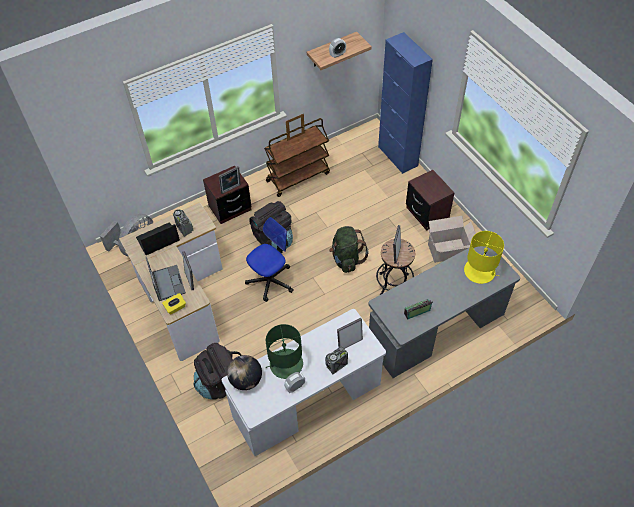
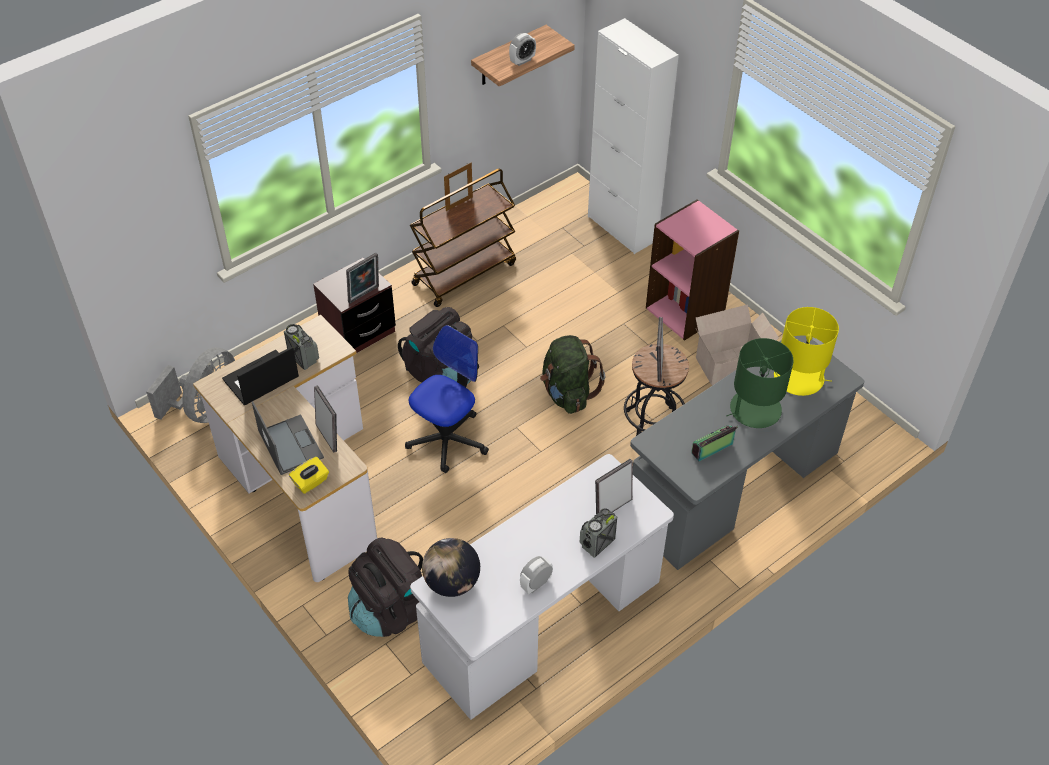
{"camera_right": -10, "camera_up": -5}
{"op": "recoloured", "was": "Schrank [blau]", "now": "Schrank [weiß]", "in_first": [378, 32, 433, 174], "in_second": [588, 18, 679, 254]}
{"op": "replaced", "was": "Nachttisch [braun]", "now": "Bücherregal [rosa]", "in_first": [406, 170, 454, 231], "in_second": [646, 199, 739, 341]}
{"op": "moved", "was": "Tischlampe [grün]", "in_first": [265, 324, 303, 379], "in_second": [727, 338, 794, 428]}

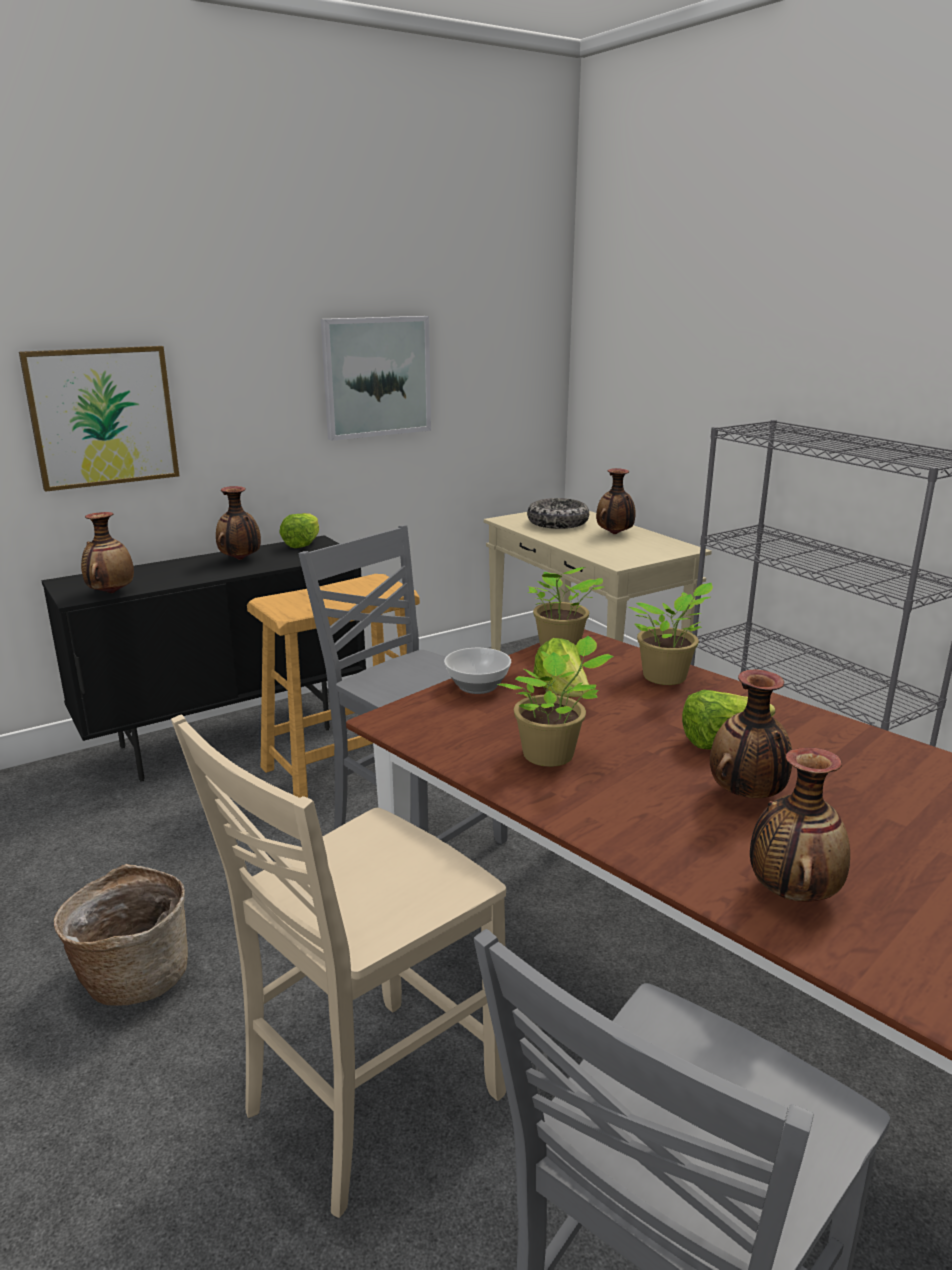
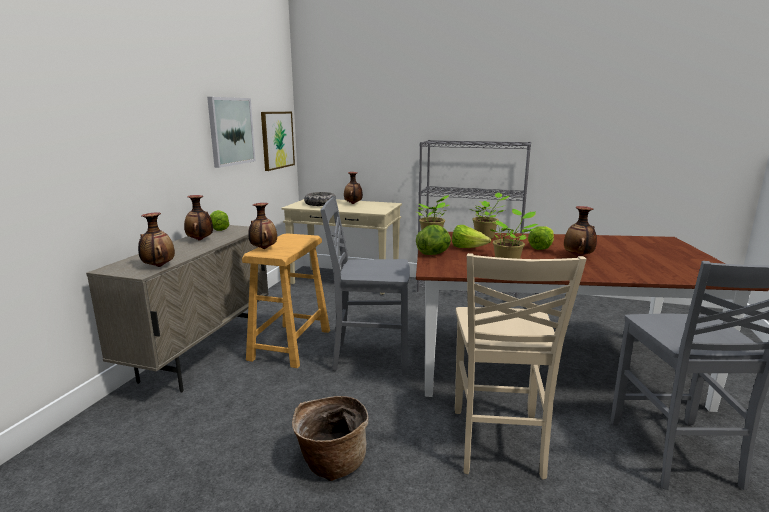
{"camera_right": -40, "camera_up": -5}
{"op": "moved", "was": "Bild", "in_first": [19, 346, 179, 492], "in_second": [261, 112, 295, 171]}
{"op": "recoloured", "was": "Schrank [schwarz]", "now": "Schrank [beige]", "in_first": [42, 535, 366, 782], "in_second": [86, 225, 269, 392]}
{"op": "replaced", "was": "Schüssel", "now": "Salatkopf", "in_first": [444, 648, 511, 694], "in_second": [416, 225, 451, 255]}
{"op": "moved", "was": "Vase", "in_first": [750, 748, 850, 902], "in_second": [248, 203, 277, 249]}

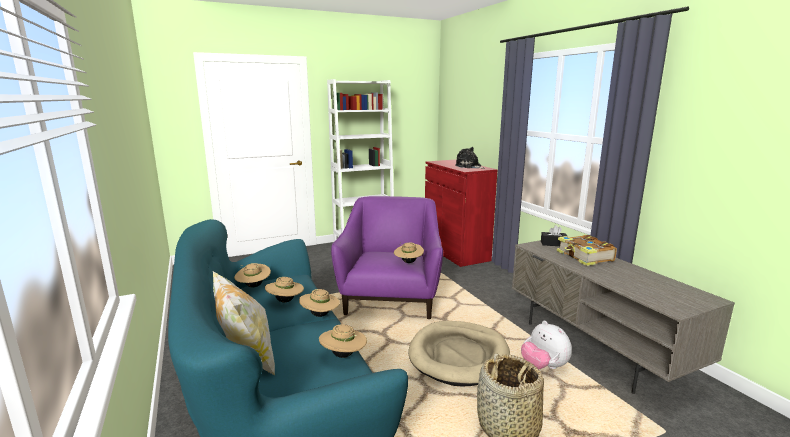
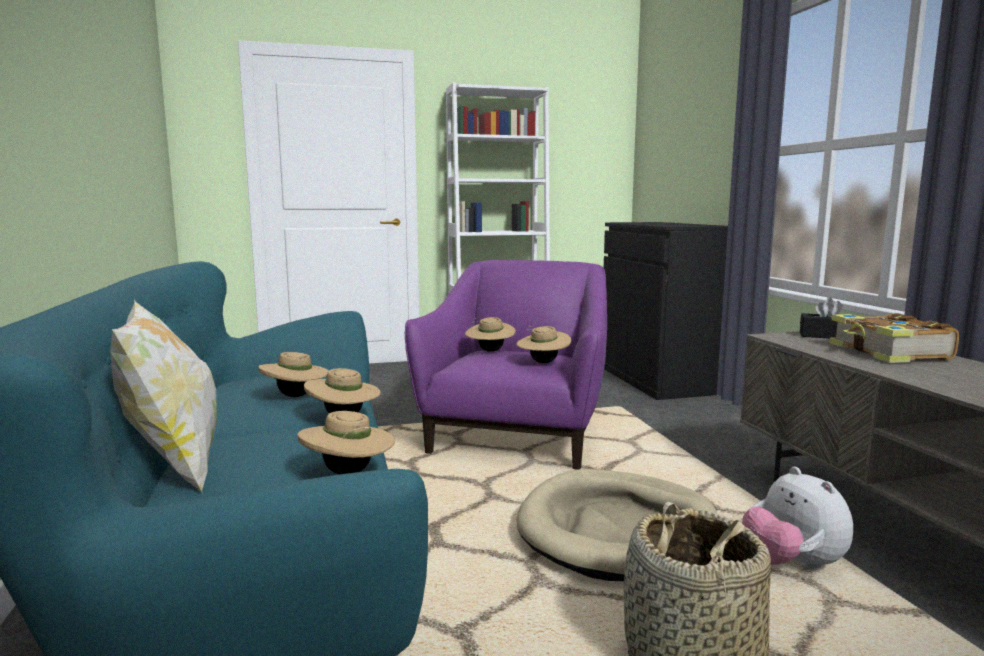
{"camera_right": 10, "camera_up": -5}
{"op": "removed", "was": "Plüschtier", "in_first": [455, 147, 485, 169]}
{"op": "recoloured", "was": "Schrank [rot]", "now": "Schrank [schwarz]", "in_first": [425, 160, 497, 267], "in_second": [604, 222, 728, 400]}
{"op": "moved", "was": "Hut [beige]", "in_first": [234, 263, 271, 287], "in_second": [465, 317, 516, 352]}

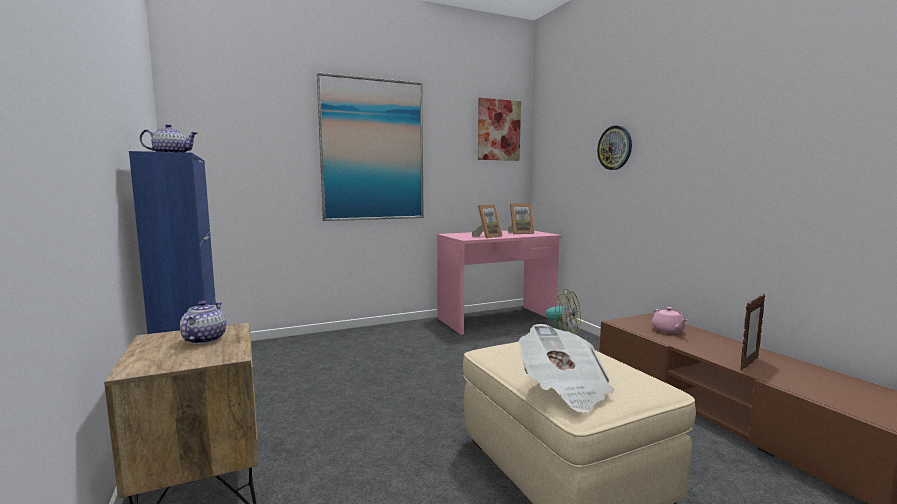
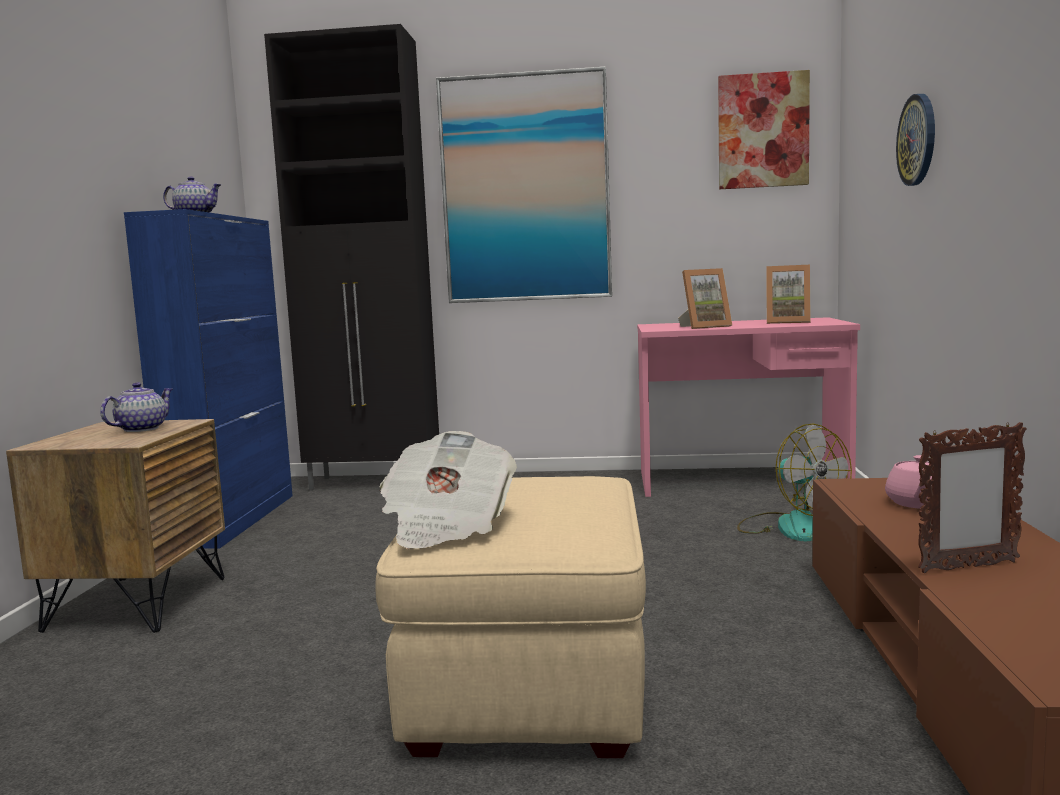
{"camera_right": 30, "camera_up": 0}
{"op": "added", "now": "Schrank [schwarz]", "in_second": [264, 24, 439, 490]}

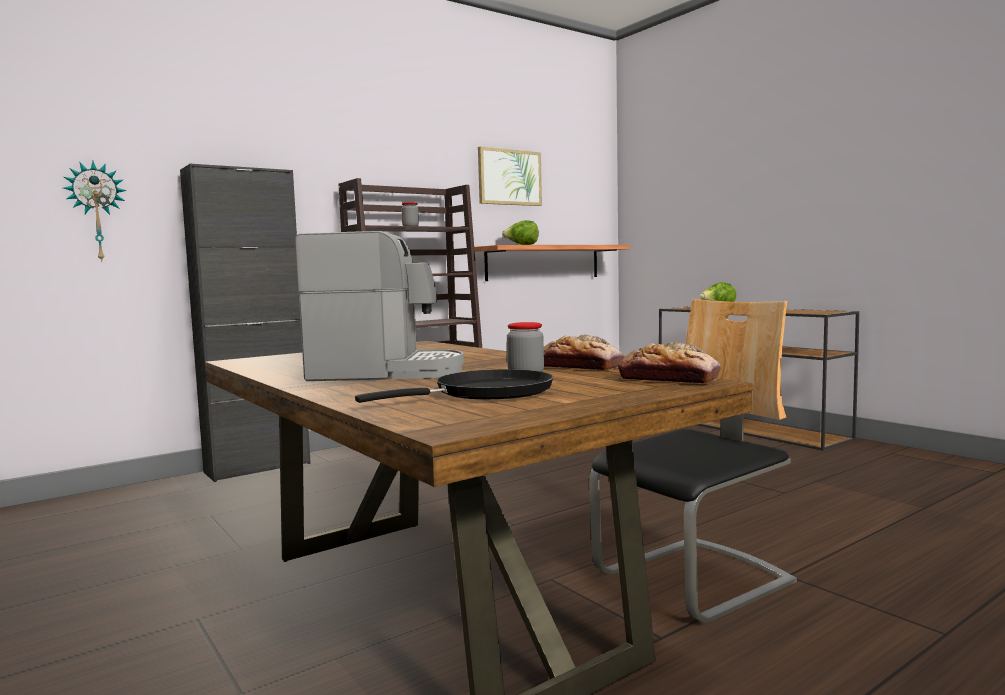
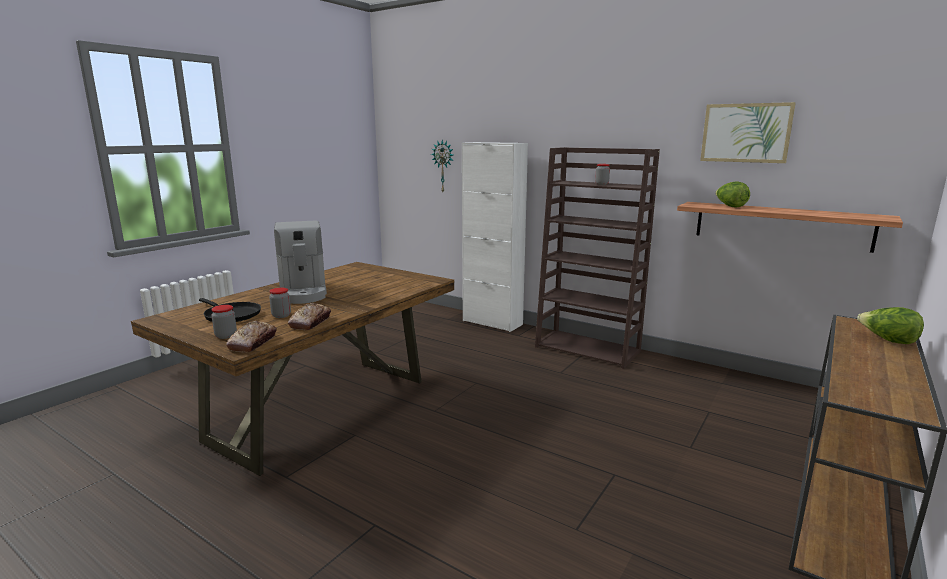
{"camera_right": 70, "camera_up": 10}
{"op": "recoloured", "was": "Schrank [schwarz]", "now": "Schrank [weiß]", "in_first": [180, 164, 311, 482], "in_second": [462, 142, 528, 332]}
{"op": "removed", "was": "Stuhl", "in_first": [589, 299, 797, 623]}
{"op": "added", "now": "Vorratsglas", "in_second": [211, 305, 237, 339]}

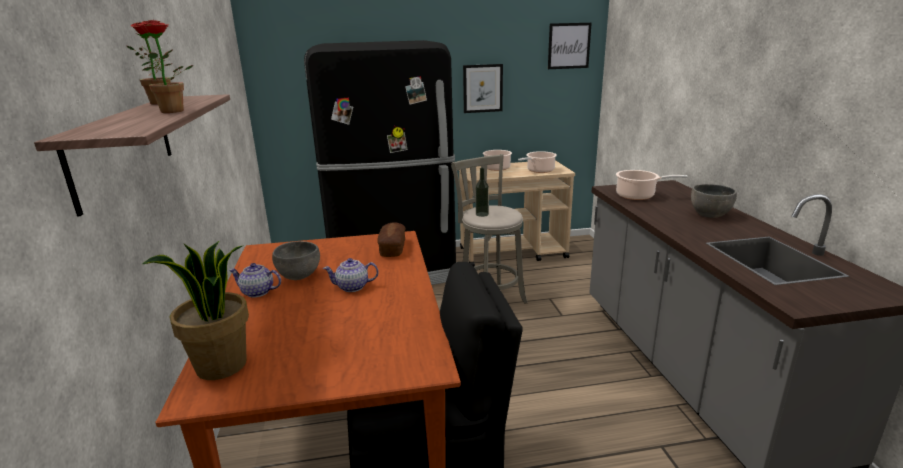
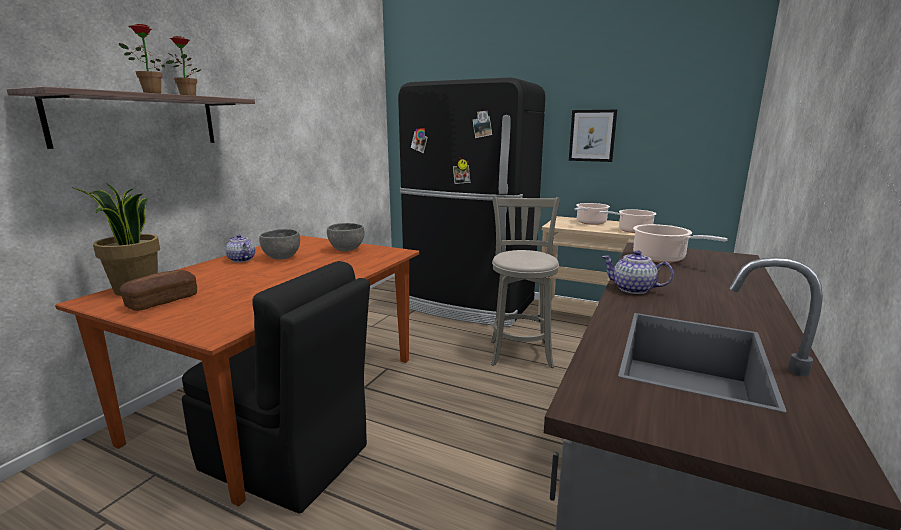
{"camera_right": 35, "camera_up": -5}
{"op": "removed", "was": "Bild", "in_first": [548, 23, 592, 69]}
{"op": "removed", "was": "Flasche", "in_first": [476, 167, 489, 217]}
{"op": "moved", "was": "Schüssel [grau]", "in_first": [691, 184, 737, 218], "in_second": [327, 223, 365, 252]}
{"op": "moved", "was": "Brot", "in_first": [377, 222, 405, 257], "in_second": [120, 270, 197, 311]}
{"op": "moved", "was": "Teekanne", "in_first": [323, 258, 379, 292], "in_second": [601, 250, 674, 294]}

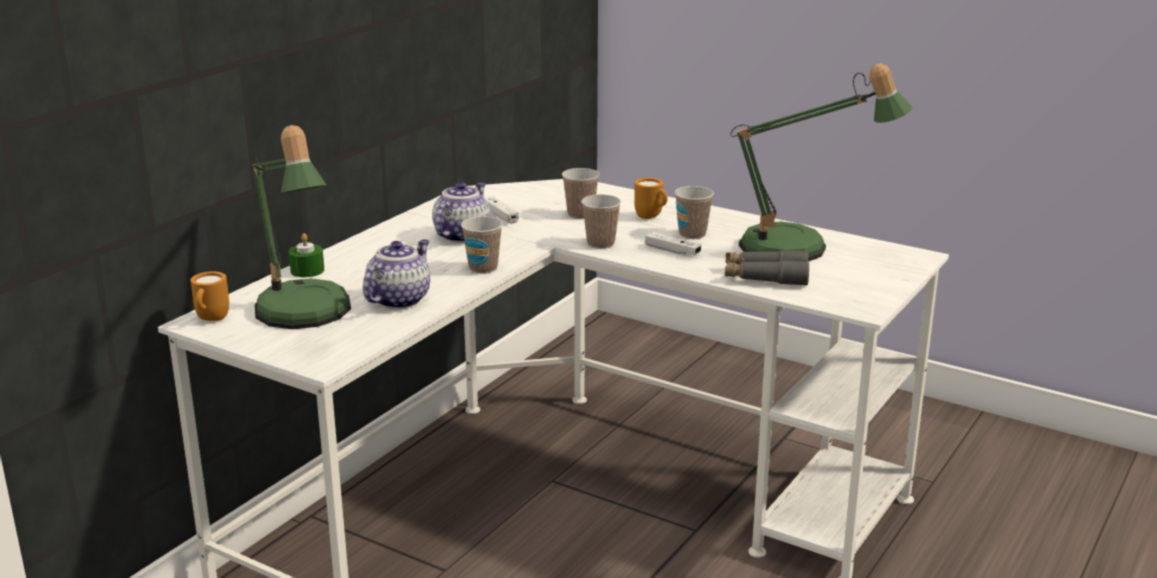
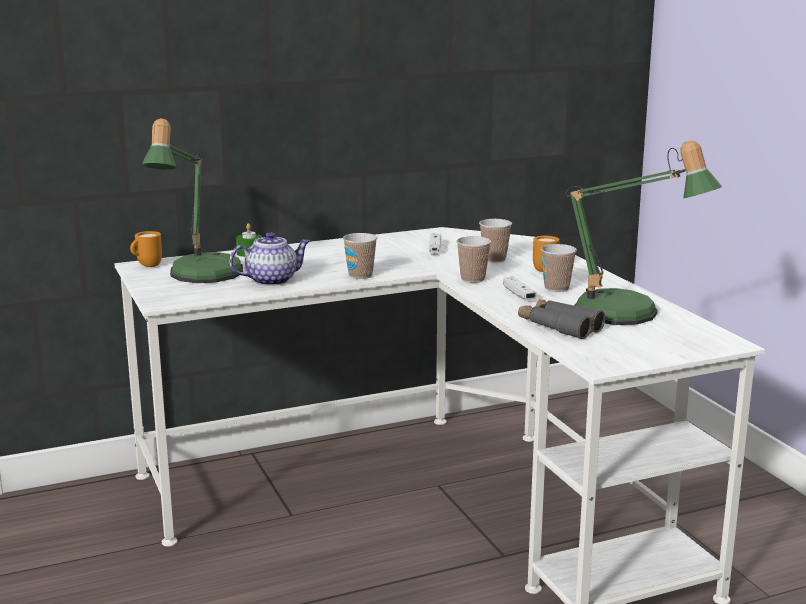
{"camera_right": 35, "camera_up": -5}
{"op": "removed", "was": "Teekanne", "in_first": [432, 182, 490, 243]}

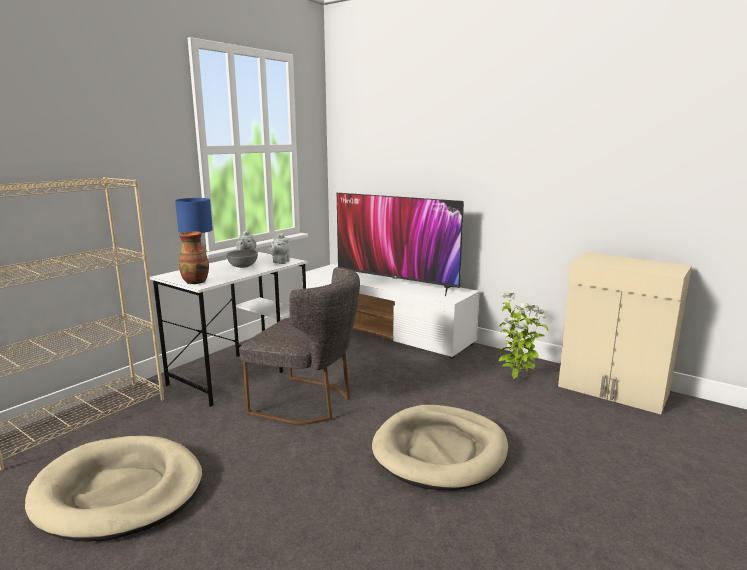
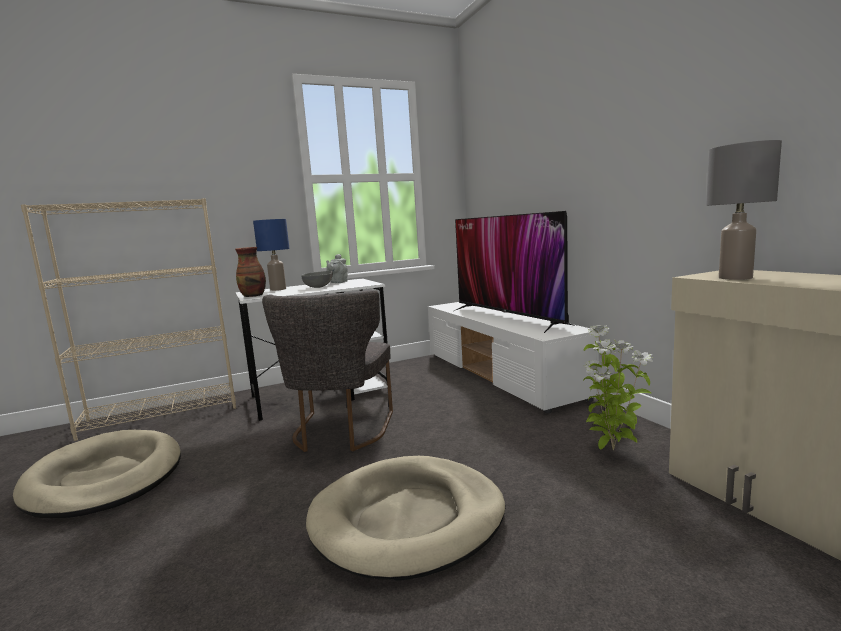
{"camera_right": 30, "camera_up": -5}
{"op": "removed", "was": "Teekanne [grau]", "in_first": [269, 233, 290, 264]}
{"op": "turned", "was": "Stuhl [grau]", "in_first": [239, 267, 360, 425], "in_second": [262, 290, 393, 452], "clockwise": 45}
{"op": "added", "now": "Tischlampe [grau]", "in_second": [706, 140, 782, 280]}

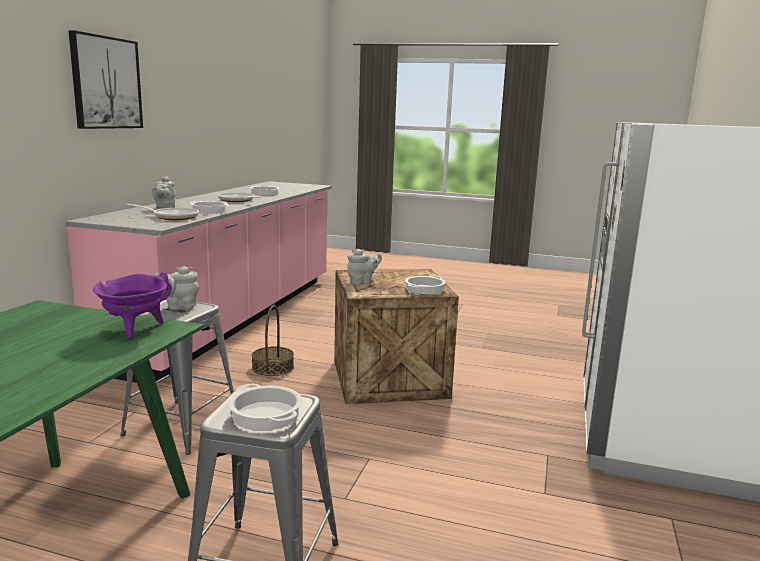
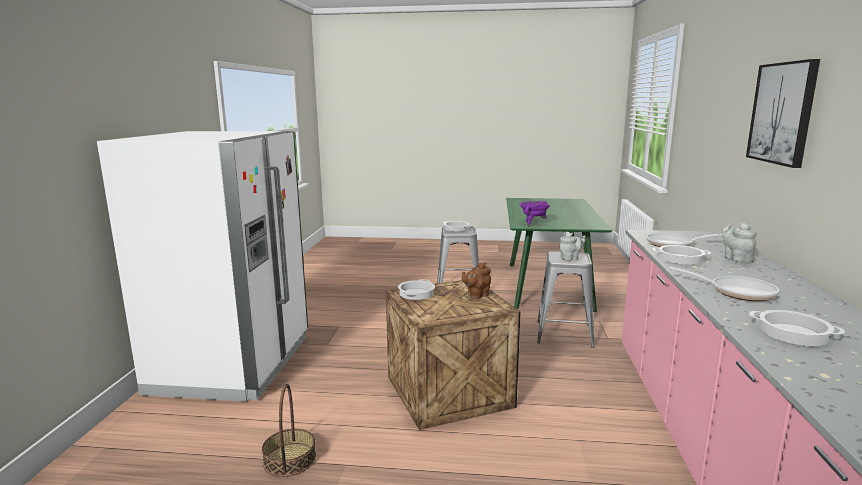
{"camera_right": 170, "camera_up": 0}
{"op": "recoloured", "was": "Teekanne [grau]", "now": "Teekanne [braun]", "in_first": [347, 249, 382, 285], "in_second": [462, 262, 491, 299]}
{"op": "moved", "was": "Korb", "in_first": [252, 305, 294, 376], "in_second": [262, 384, 316, 477]}

